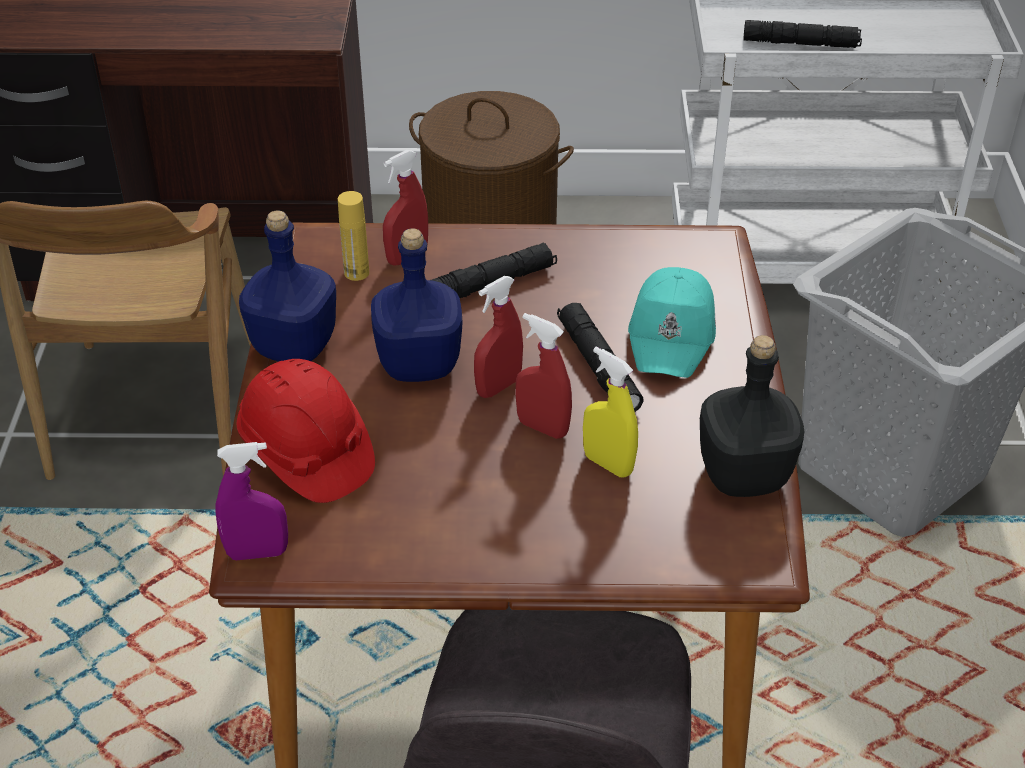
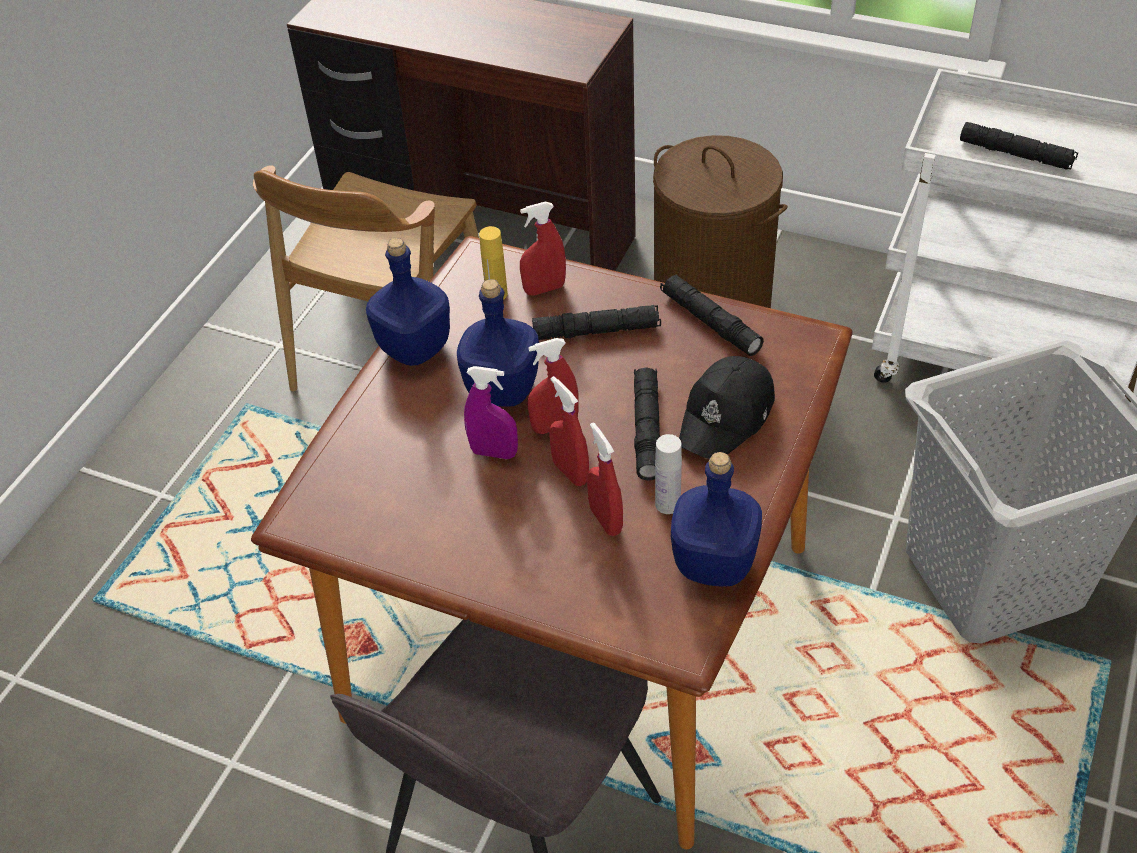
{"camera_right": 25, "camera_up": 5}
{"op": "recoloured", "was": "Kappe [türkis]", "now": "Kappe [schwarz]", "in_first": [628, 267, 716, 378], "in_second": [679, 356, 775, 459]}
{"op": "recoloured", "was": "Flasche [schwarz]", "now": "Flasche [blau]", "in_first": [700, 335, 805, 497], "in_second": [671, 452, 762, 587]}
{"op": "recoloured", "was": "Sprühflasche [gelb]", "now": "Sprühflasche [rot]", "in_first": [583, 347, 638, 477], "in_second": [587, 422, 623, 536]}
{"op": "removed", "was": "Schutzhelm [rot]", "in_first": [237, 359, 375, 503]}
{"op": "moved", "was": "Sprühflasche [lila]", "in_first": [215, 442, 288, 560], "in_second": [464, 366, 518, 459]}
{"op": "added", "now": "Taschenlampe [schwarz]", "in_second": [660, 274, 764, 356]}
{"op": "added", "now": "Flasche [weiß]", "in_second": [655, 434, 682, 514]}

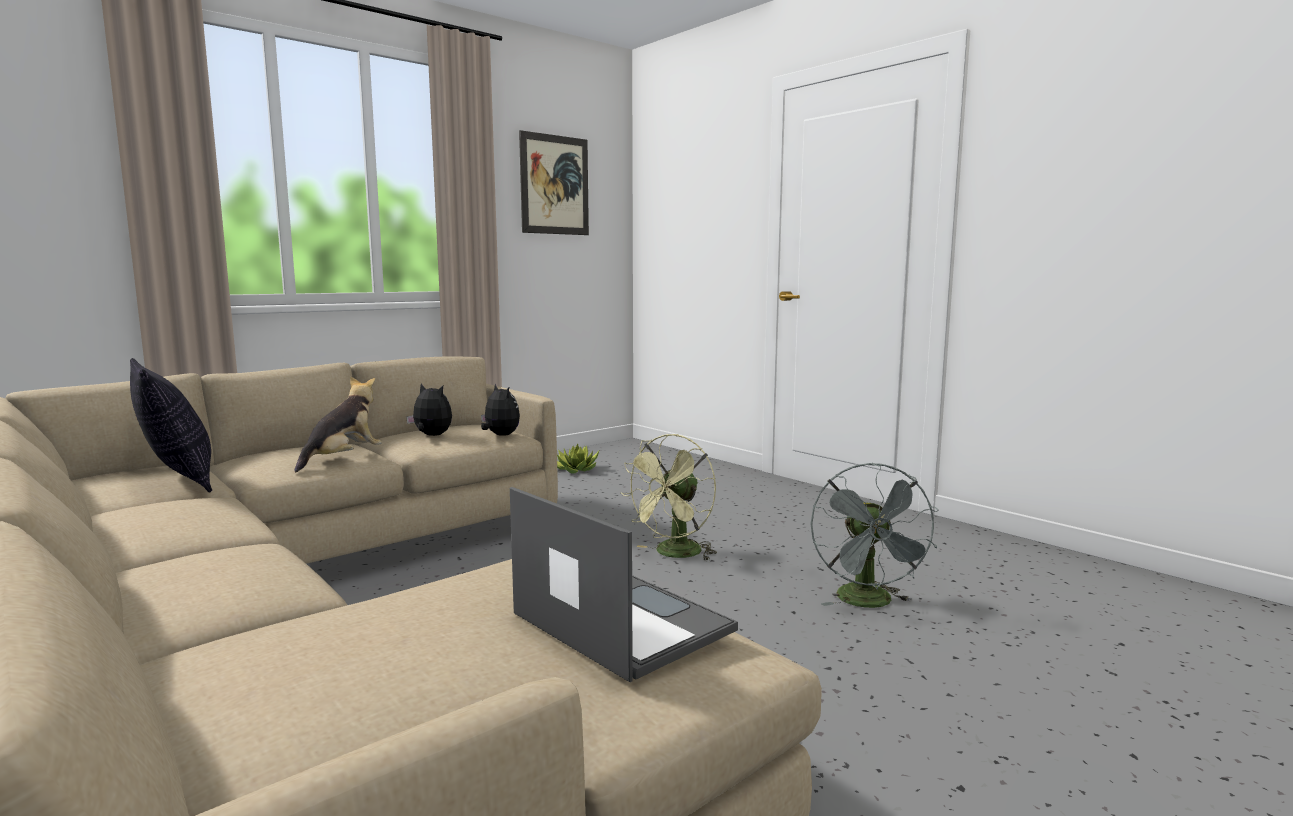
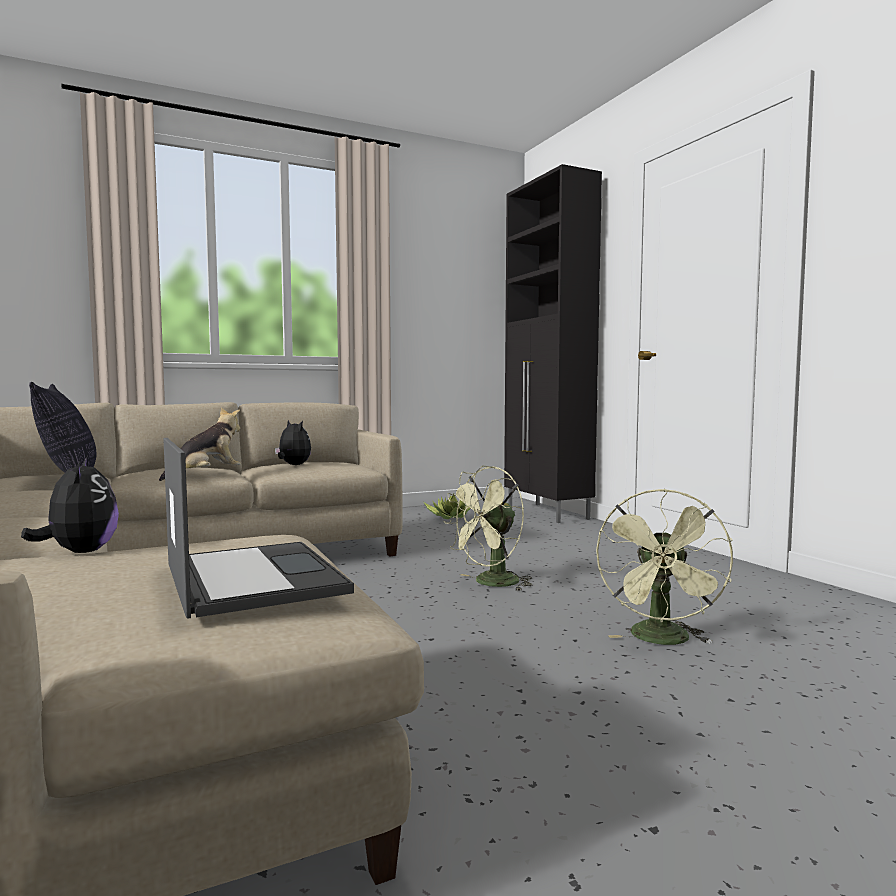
{"camera_right": 15, "camera_up": -5}
{"op": "removed", "was": "Bild", "in_first": [519, 130, 589, 235]}
{"op": "moved", "was": "Plüschtier", "in_first": [481, 383, 520, 436], "in_second": [21, 456, 119, 553]}
{"op": "recoloured", "was": "Ventilator [grau]", "now": "Ventilator [grün]", "in_first": [810, 462, 939, 608], "in_second": [596, 489, 733, 645]}
{"op": "added", "now": "Schrank [schwarz]", "in_second": [504, 164, 602, 523]}

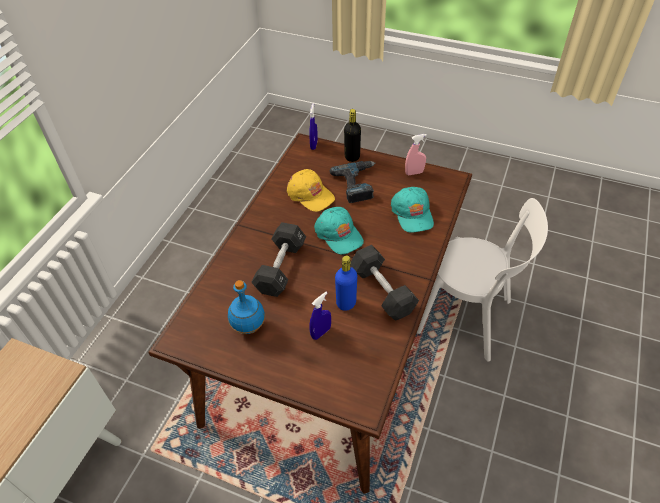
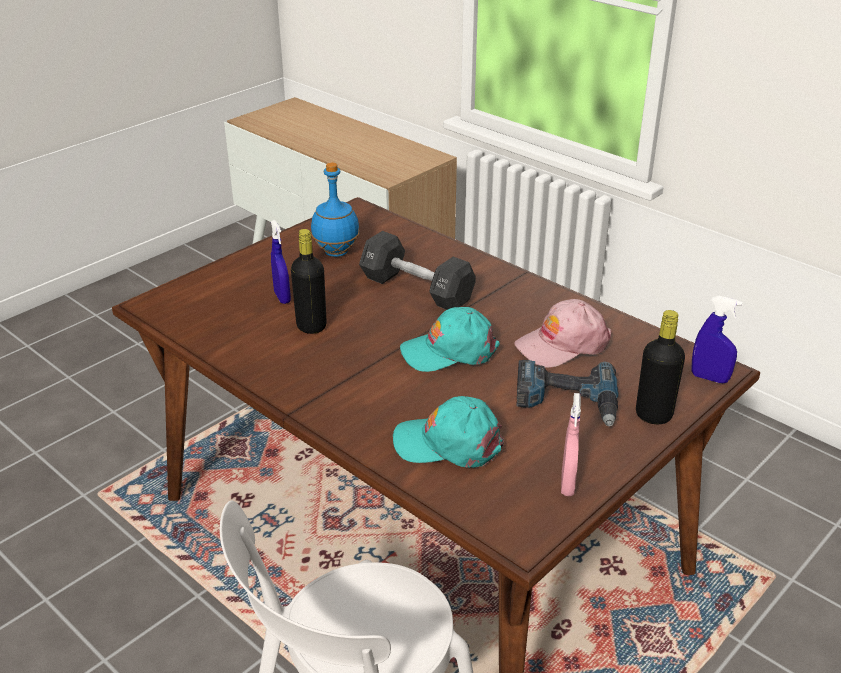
{"camera_right": 110, "camera_up": -15}
{"op": "recoloured", "was": "Kappe [gelb]", "now": "Kappe [rosa]", "in_first": [287, 169, 335, 212], "in_second": [514, 299, 612, 368]}
{"op": "removed", "was": "Hantel [schwarz]", "in_first": [351, 245, 419, 321]}
{"op": "recoloured", "was": "Flasche [blau]", "now": "Flasche [schwarz]", "in_first": [335, 255, 357, 311], "in_second": [291, 229, 327, 334]}

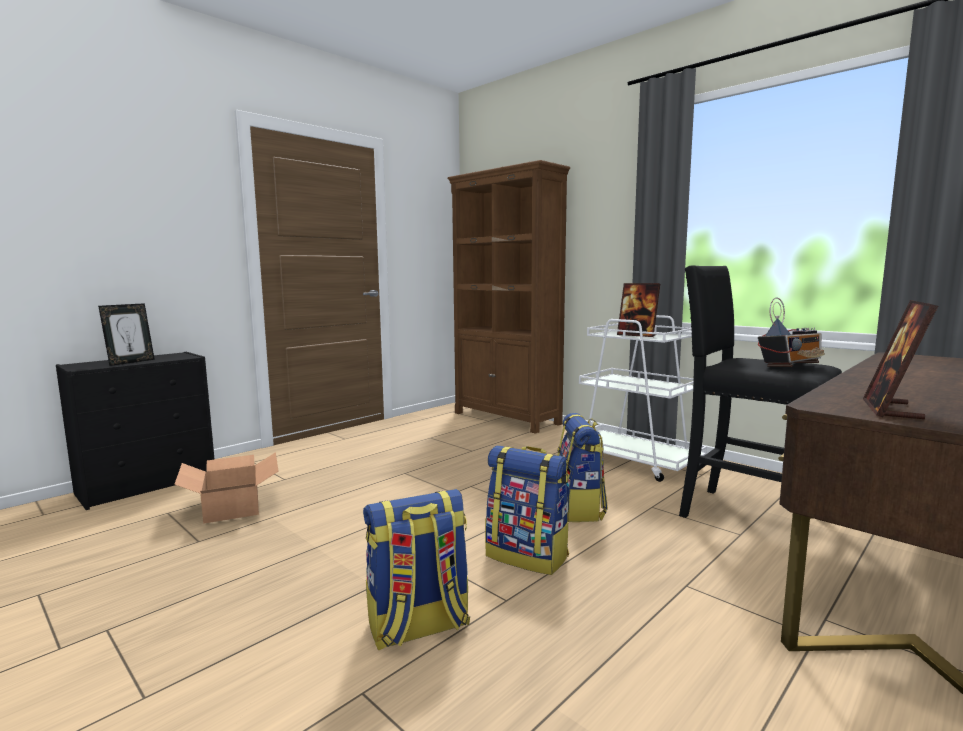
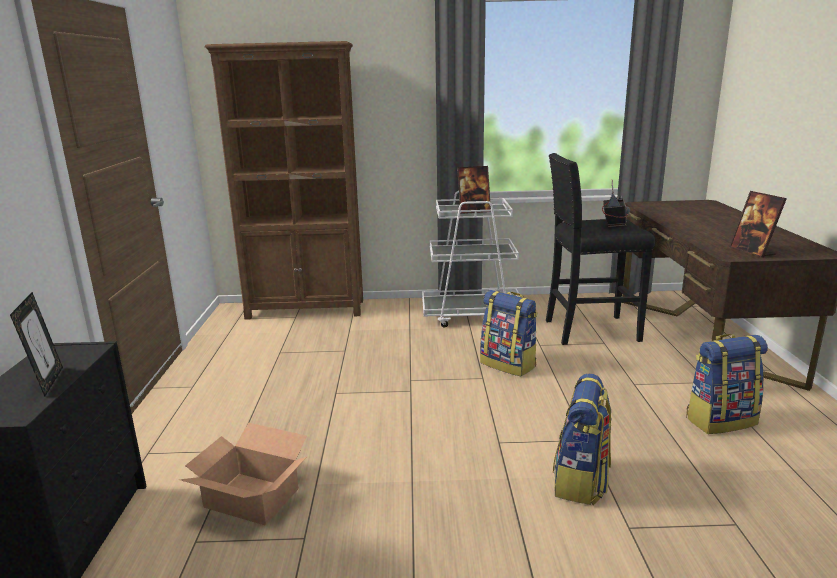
{"camera_right": -45, "camera_up": 10}
{"op": "moved", "was": "Rucksack", "in_first": [485, 446, 569, 575], "in_second": [686, 334, 768, 434]}

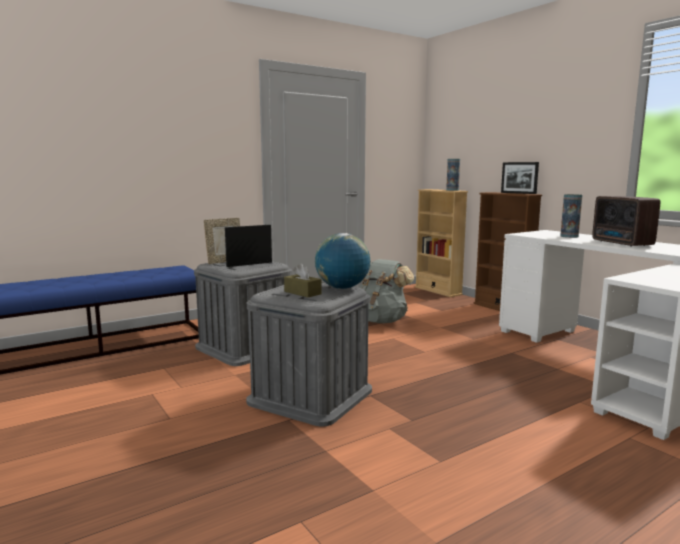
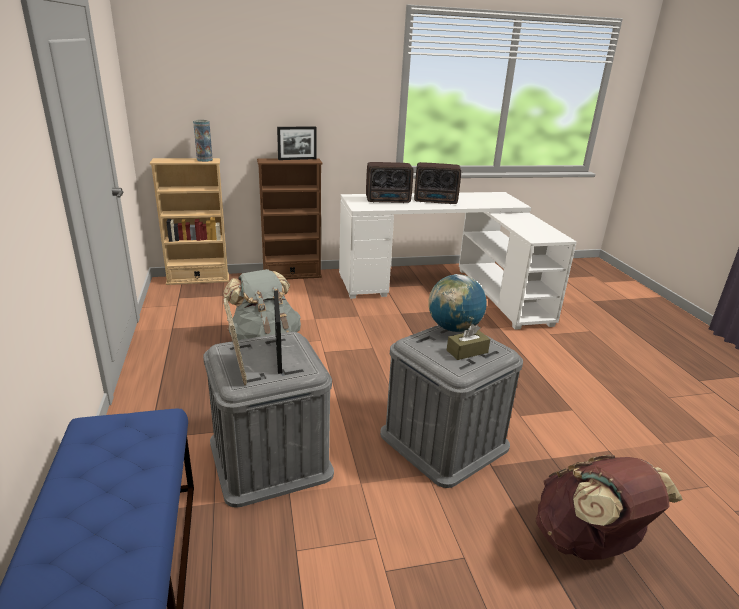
{"camera_right": -70, "camera_up": 15}
{"op": "replaced", "was": "Vase", "now": "Radio", "in_first": [560, 194, 582, 238], "in_second": [366, 162, 414, 203]}
{"op": "added", "now": "Rucksack [braun]", "in_second": [536, 455, 683, 560]}

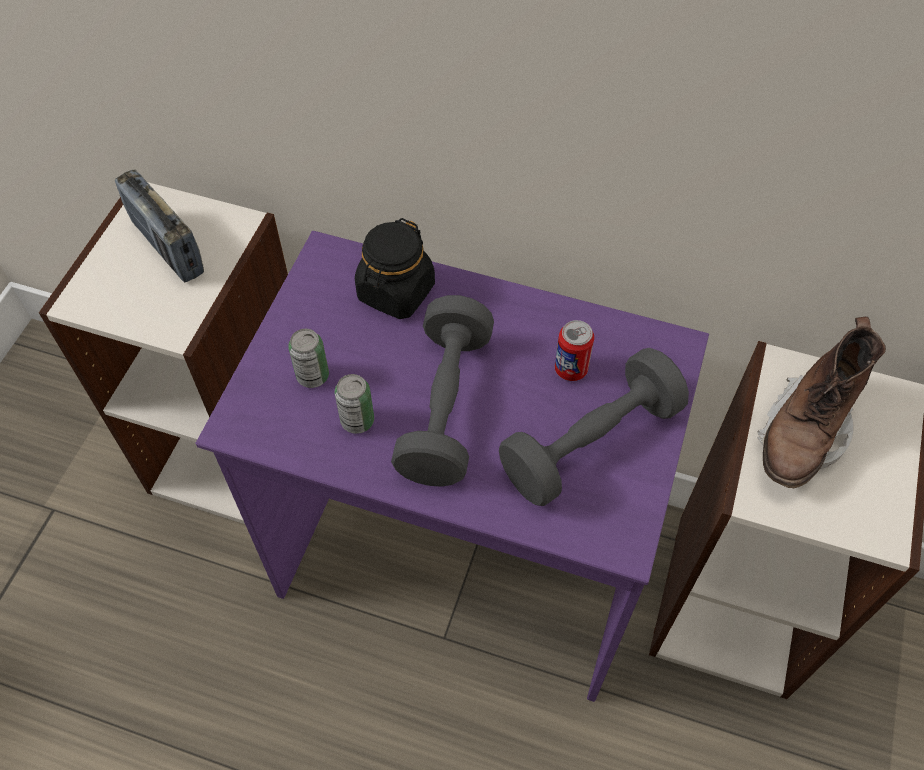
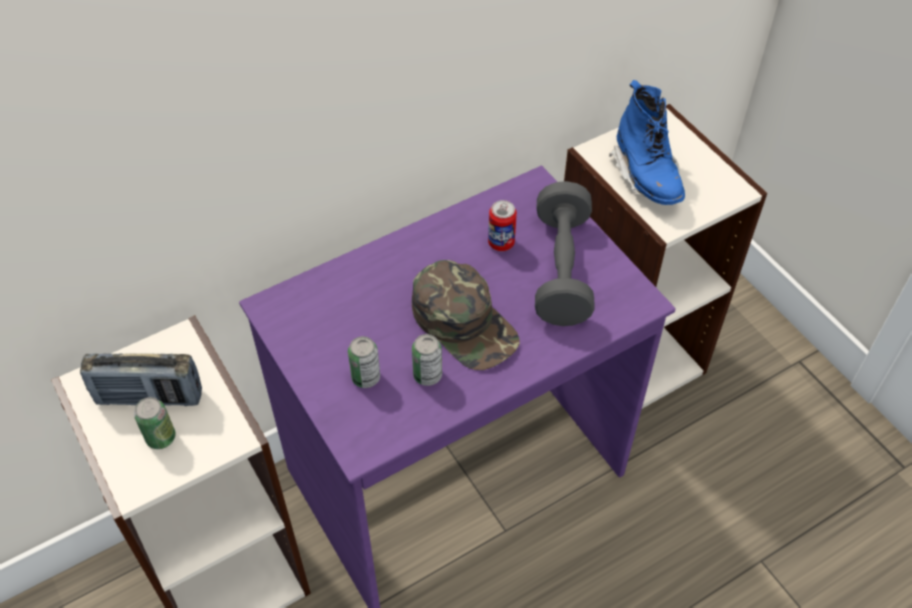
{"camera_right": -50, "camera_up": -5}
{"op": "removed", "was": "Vorratsglas [schwarz]", "in_first": [355, 218, 435, 319]}
{"op": "replaced", "was": "Hantel [grau]", "now": "Kappe [grün]", "in_first": [391, 295, 494, 487], "in_second": [412, 260, 520, 370]}
{"op": "recoloured", "was": "Stiefel [braun]", "now": "Stiefel [blau]", "in_first": [757, 317, 886, 488], "in_second": [609, 80, 685, 205]}
{"op": "added", "now": "Dose", "in_second": [134, 397, 176, 449]}

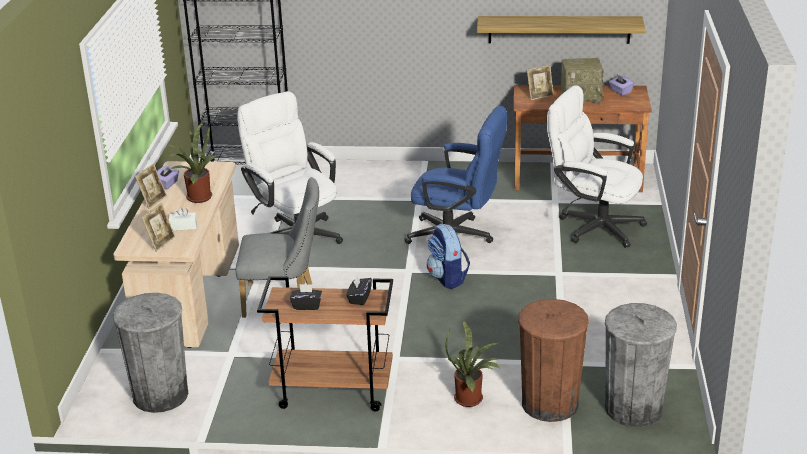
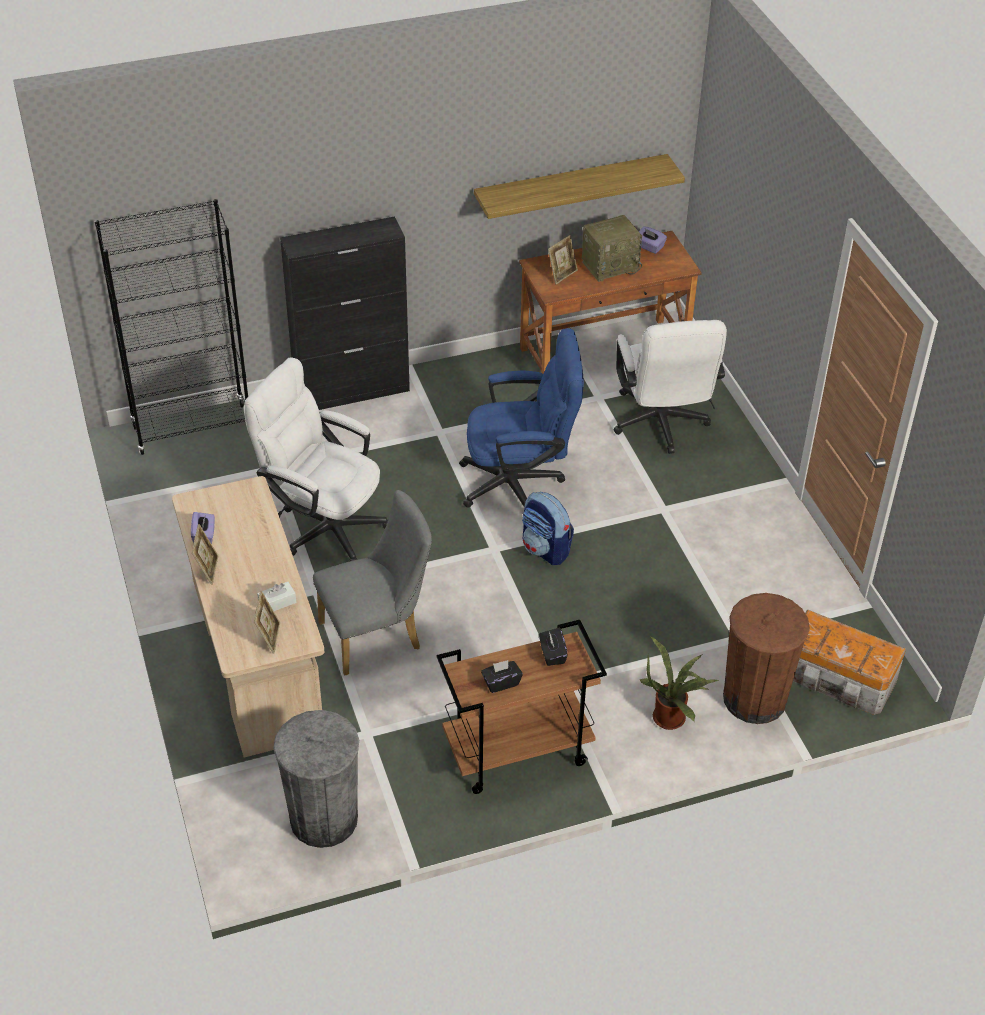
{"camera_right": -25, "camera_up": 15}
{"op": "turned", "was": "Bürostuhl [weiß]", "in_first": [547, 85, 647, 248], "in_second": [614, 320, 727, 454], "clockwise": -105}
{"op": "removed", "was": "Topfpflanze", "in_first": [166, 123, 215, 203]}
{"op": "replaced", "was": "Mülleimer [grau]", "now": "Aufbewahrungsbox", "in_first": [605, 303, 677, 427], "in_second": [793, 609, 906, 715]}
{"op": "added", "now": "Schrank [schwarz]", "in_second": [280, 217, 410, 410]}

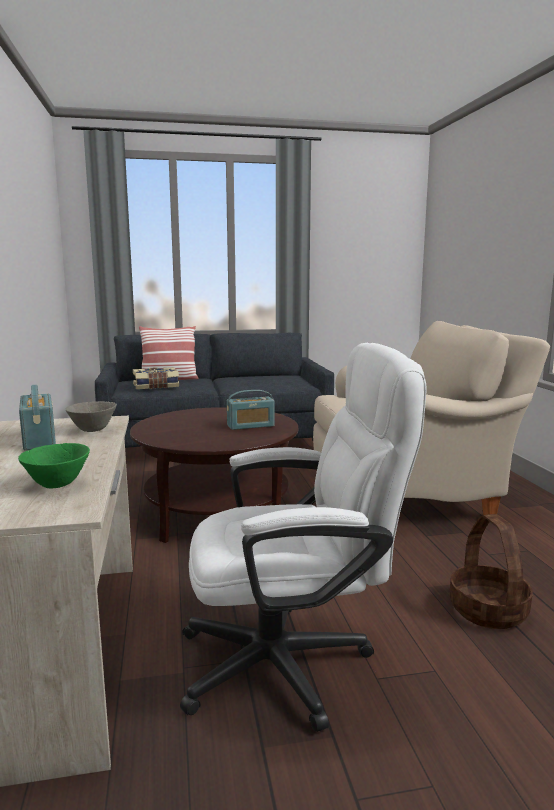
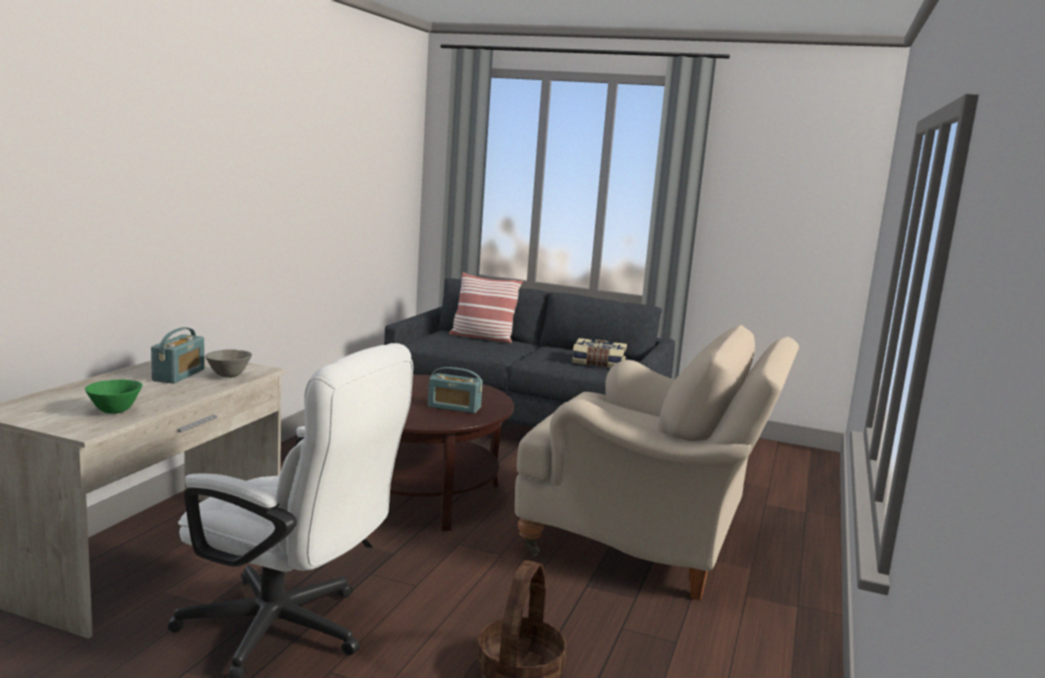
{"camera_right": 30, "camera_up": 0}
{"op": "moved", "was": "Buch", "in_first": [133, 367, 179, 389], "in_second": [572, 338, 627, 368]}

